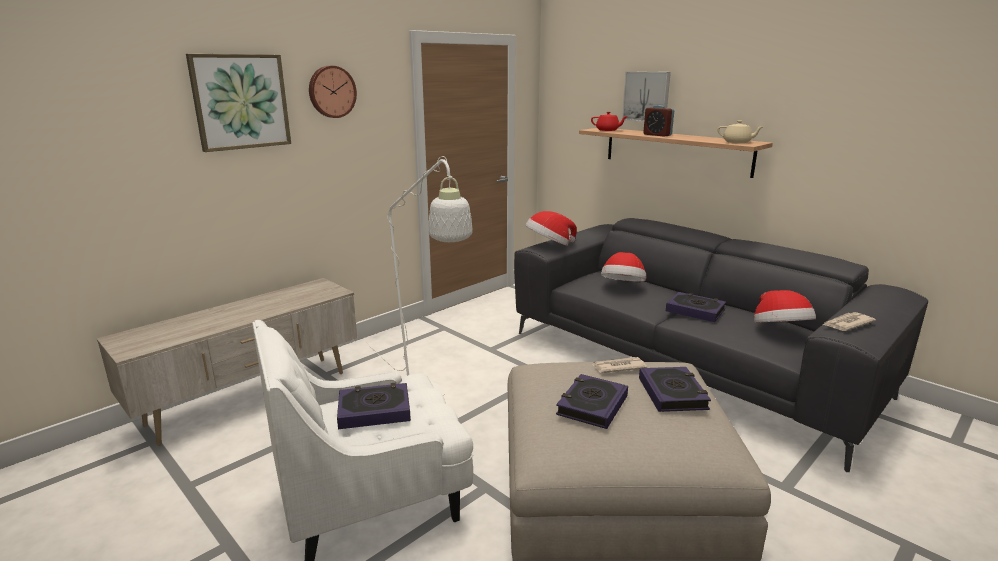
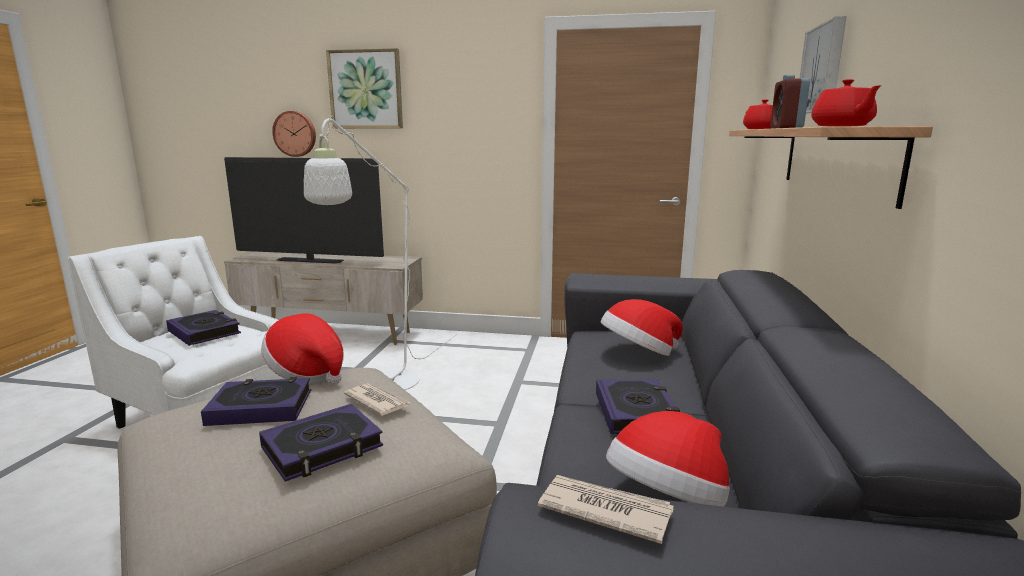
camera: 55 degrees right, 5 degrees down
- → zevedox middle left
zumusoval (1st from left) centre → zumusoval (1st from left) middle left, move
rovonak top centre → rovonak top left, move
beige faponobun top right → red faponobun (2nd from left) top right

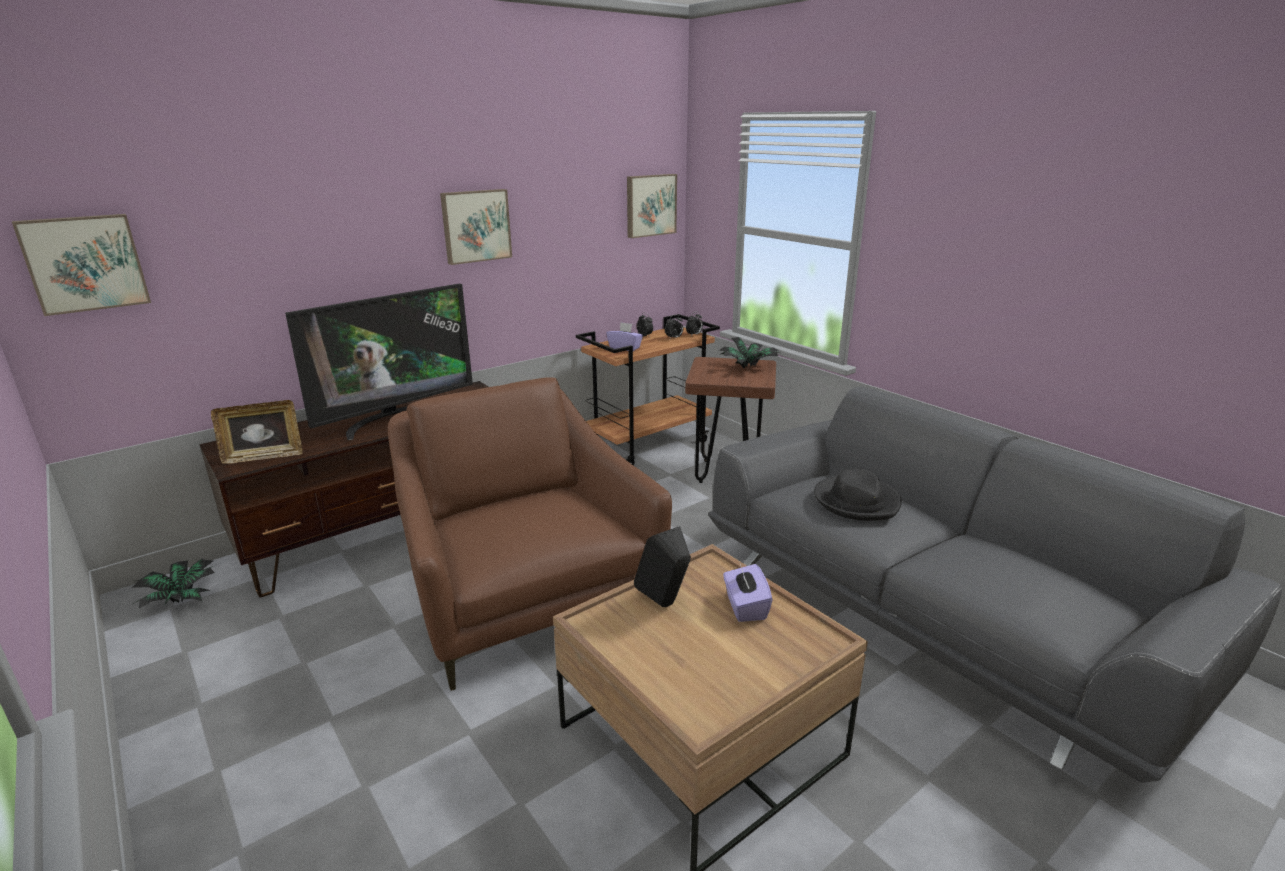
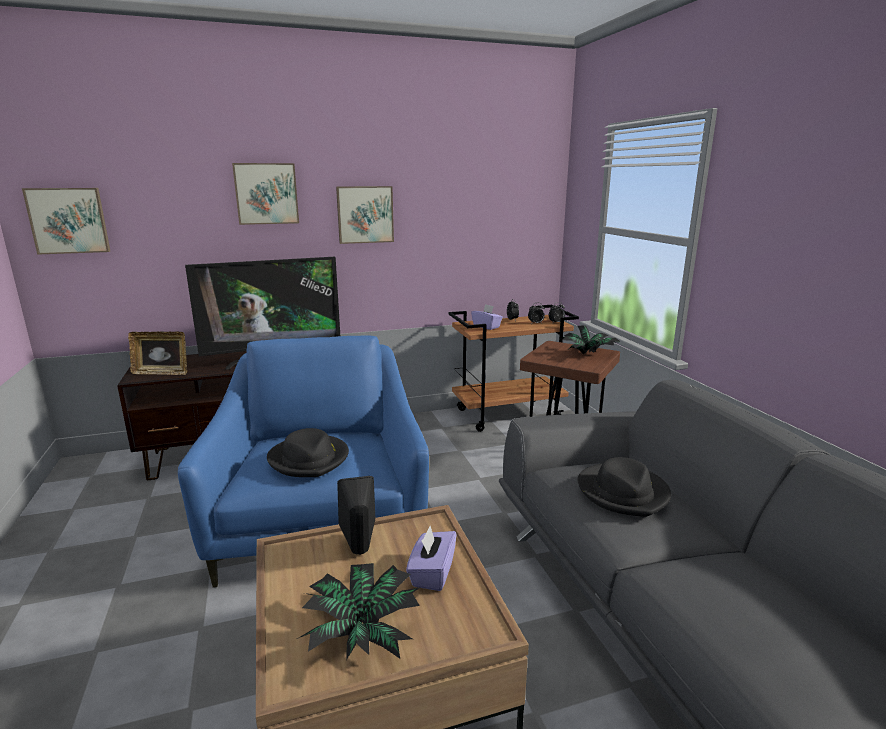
camera: 20 degrees right, 5 degrees down
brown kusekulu centre → blue kusekulu centre
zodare (3rd from left in the first image) top centre → zodare (2nd from left) top left, move
- → black zumusoval (1st from left) centre
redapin (1st from left) bottom left → redapin (1st from left) bottom centre, move

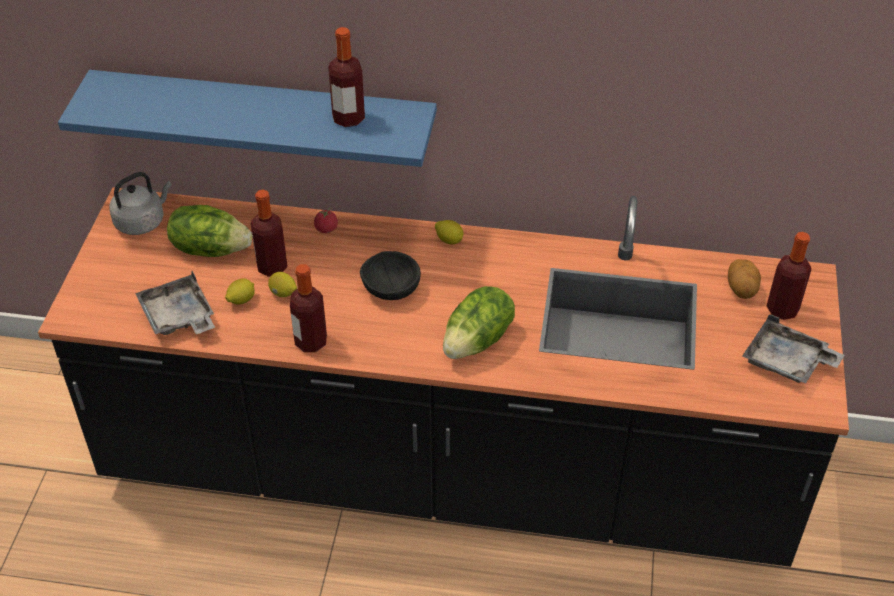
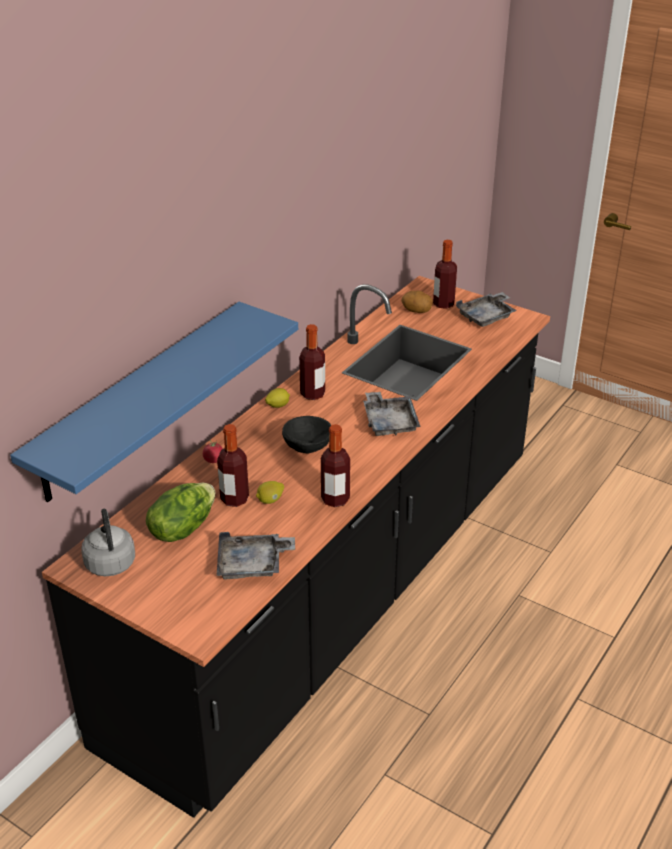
camera: 65 degrees left, 10 degrees down
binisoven (3rd from left in the first image) top centre → binisoven (2nd from left) centre, move
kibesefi (2nd from left) centre → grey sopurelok (2nd from left) centre
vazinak (1st from left) middle left → -

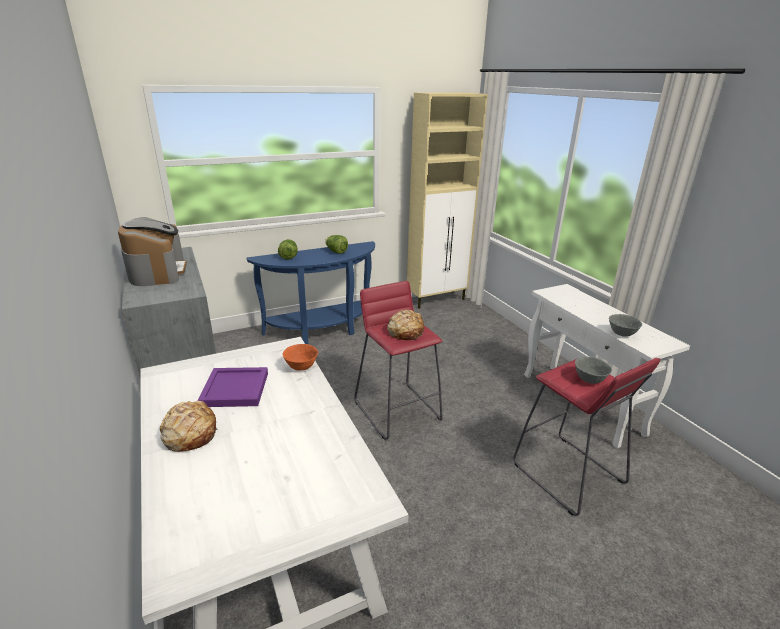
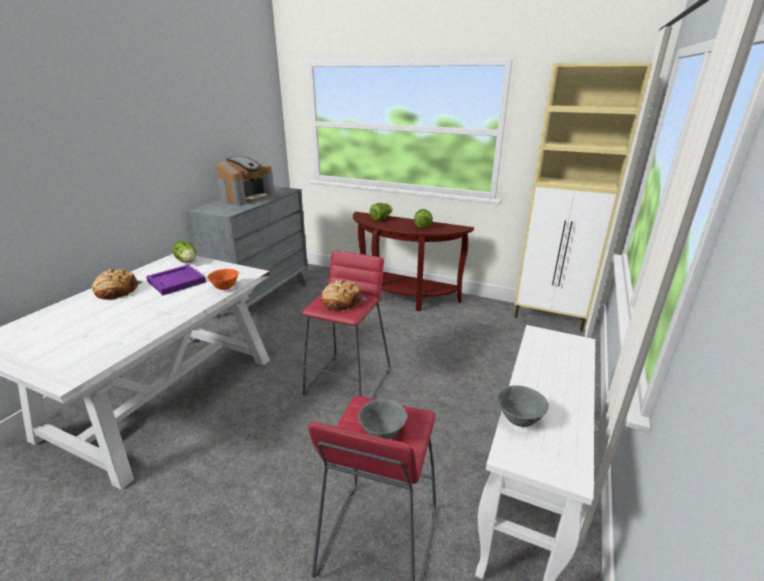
camera: 50 degrees right, 0 degrees up
- → kibesefi (1st from left) middle left
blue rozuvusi centre → brown rozuvusi centre

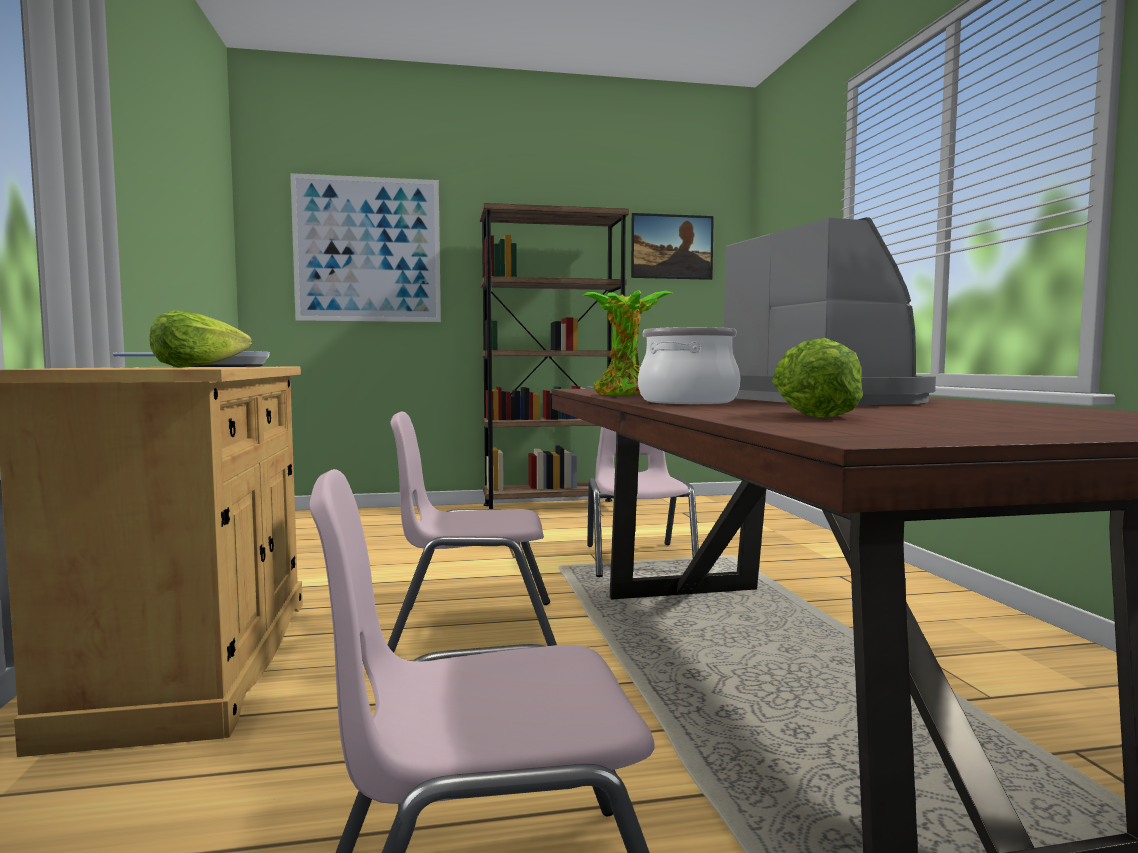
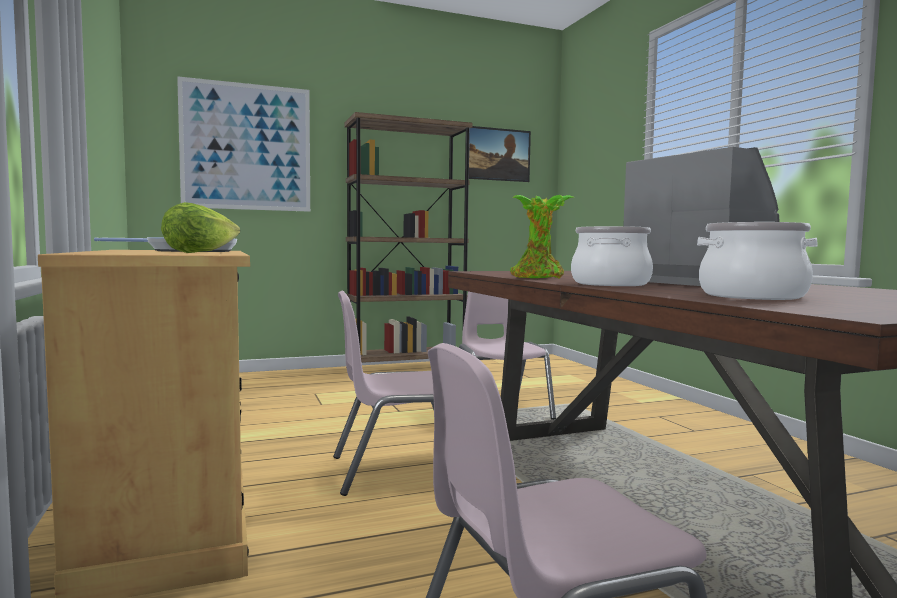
camera: 10 degrees left, 0 degrees up
kibesefi (2nd from left) middle right → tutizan (2nd from left) middle right

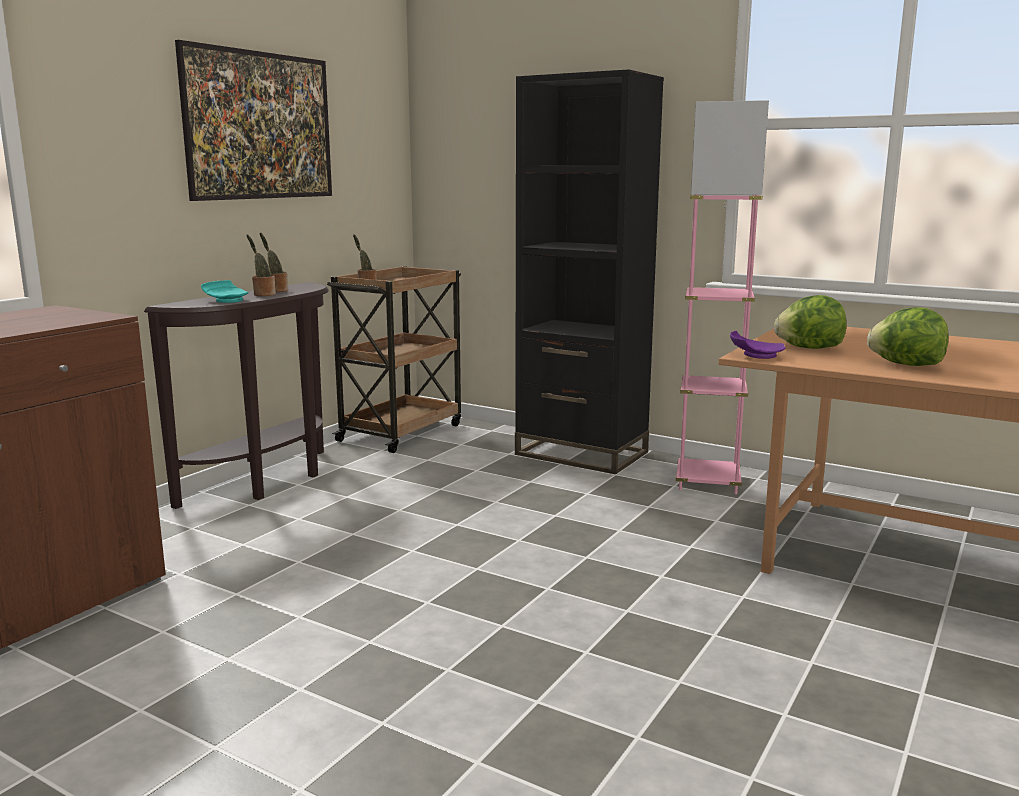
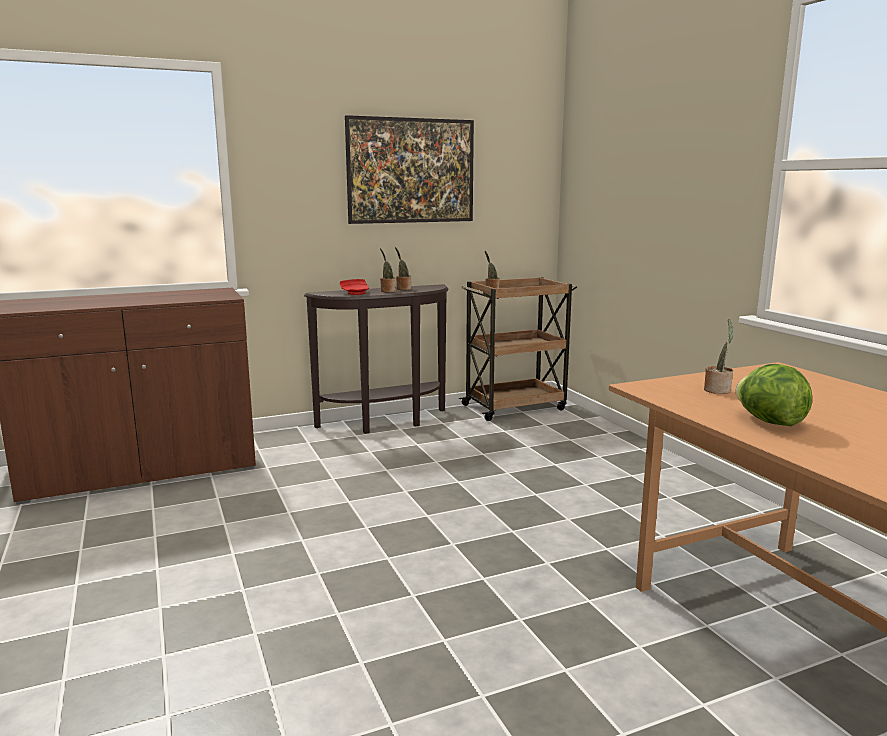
camera: 35 degrees right, 0 degrees up
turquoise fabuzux middle left → red fabuzux centre
kibesefi (1st from left) middle right → redapin (4th from left) middle right
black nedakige centre → -
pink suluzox middle right → -
purple fabuzux middle right → -

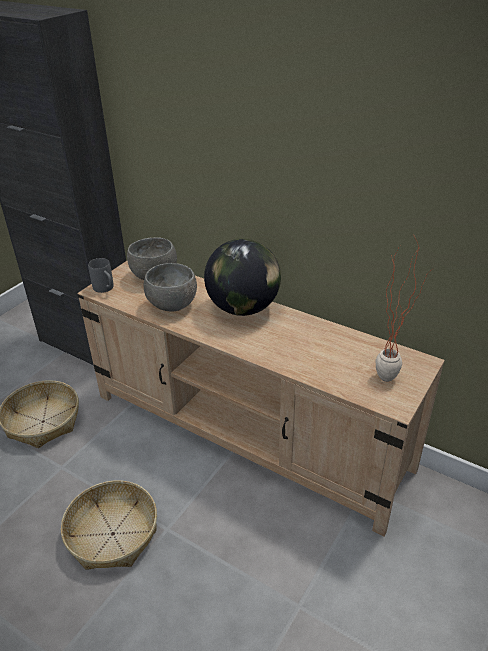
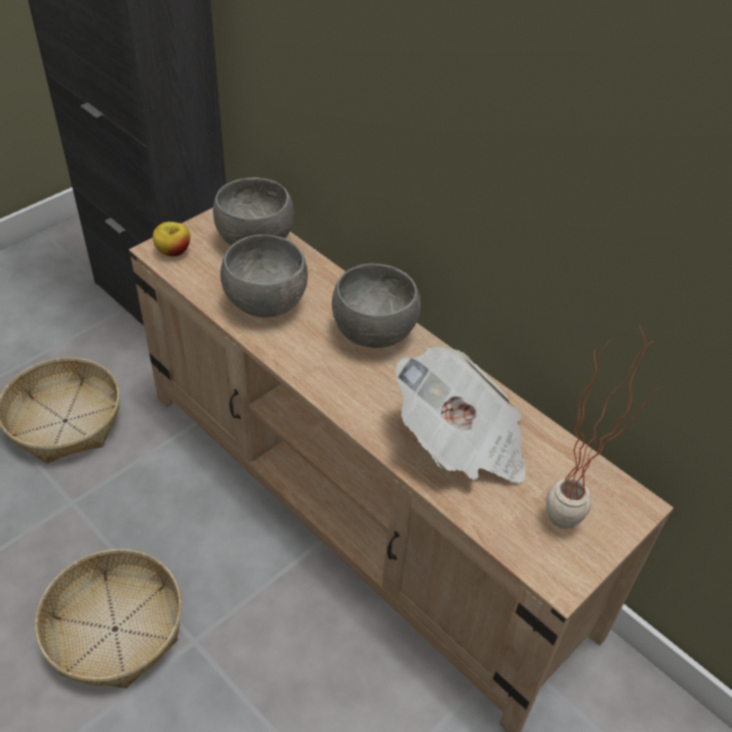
camera: 10 degrees right, 10 degrees up
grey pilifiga middle left → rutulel top left
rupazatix centre → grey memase (3rd from left) centre
- → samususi centre

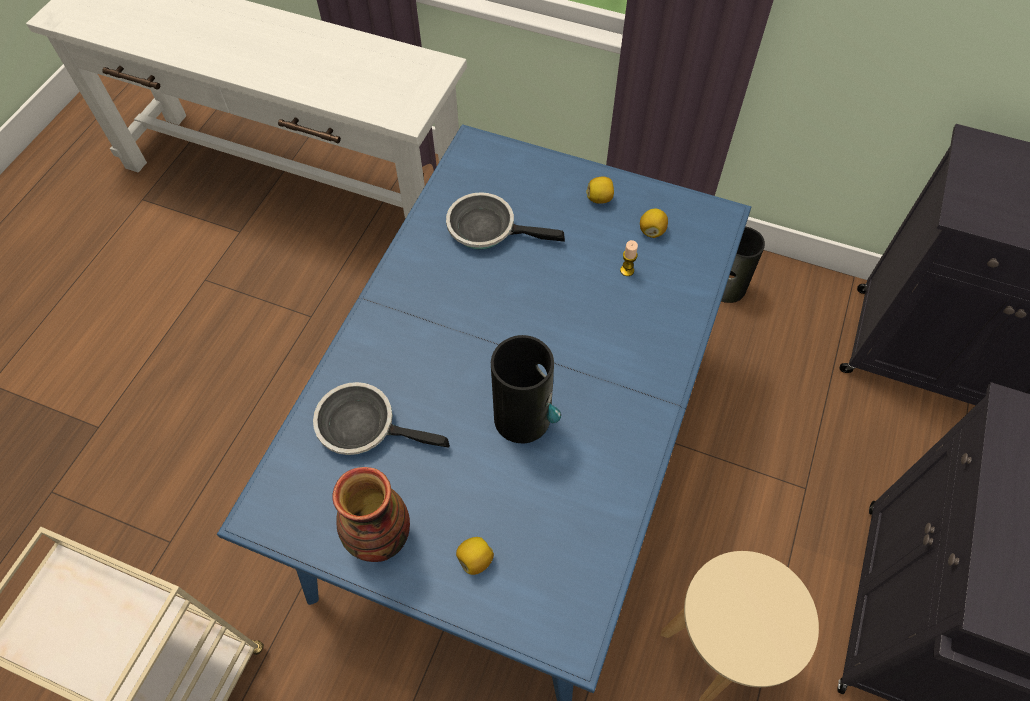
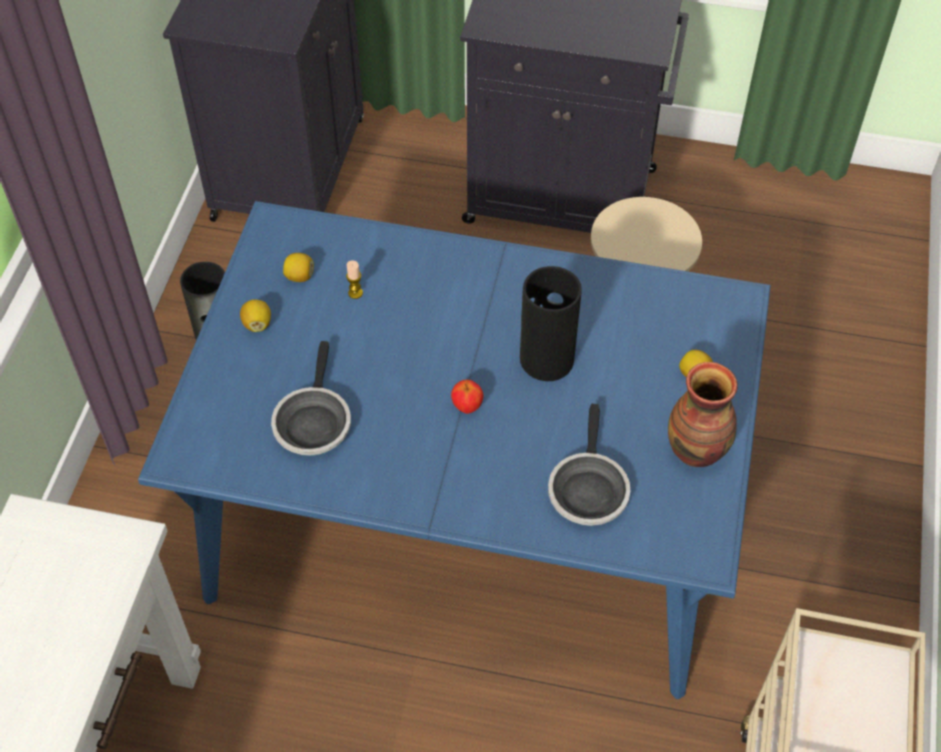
camera: 100 degrees left, 5 degrees down
- → rutulel centre

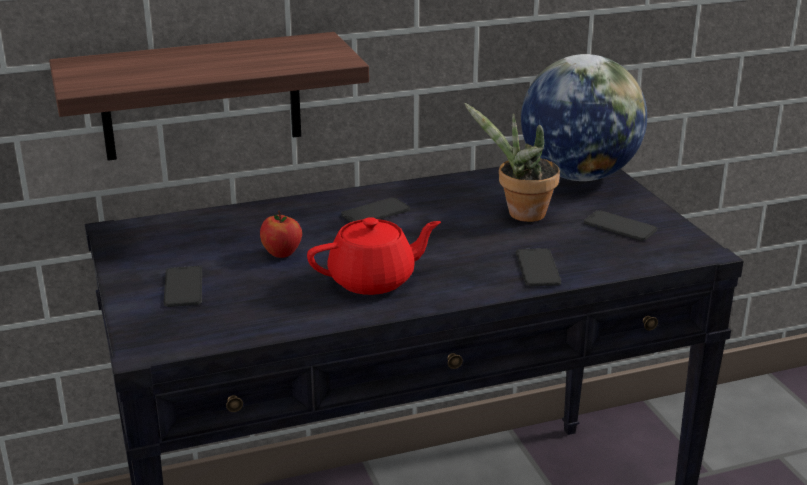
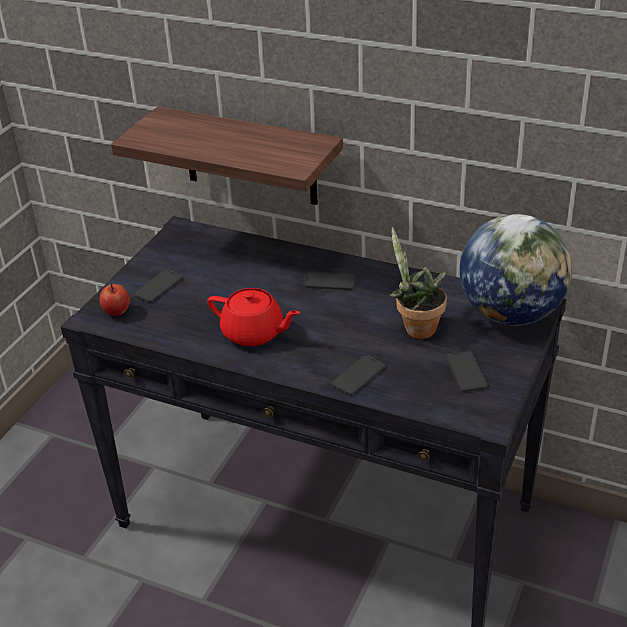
camera: 45 degrees right, 10 degrees up
rutulel centre → rutulel middle left, move

